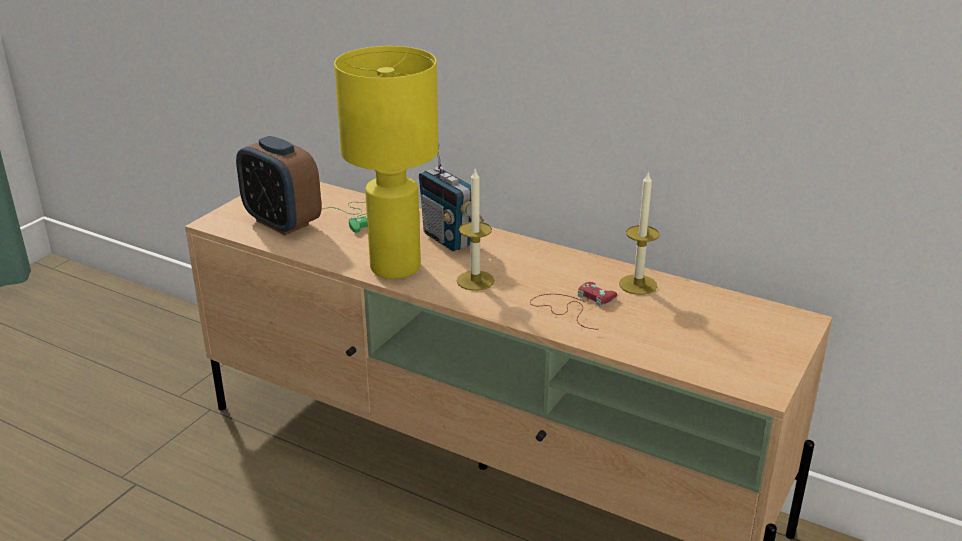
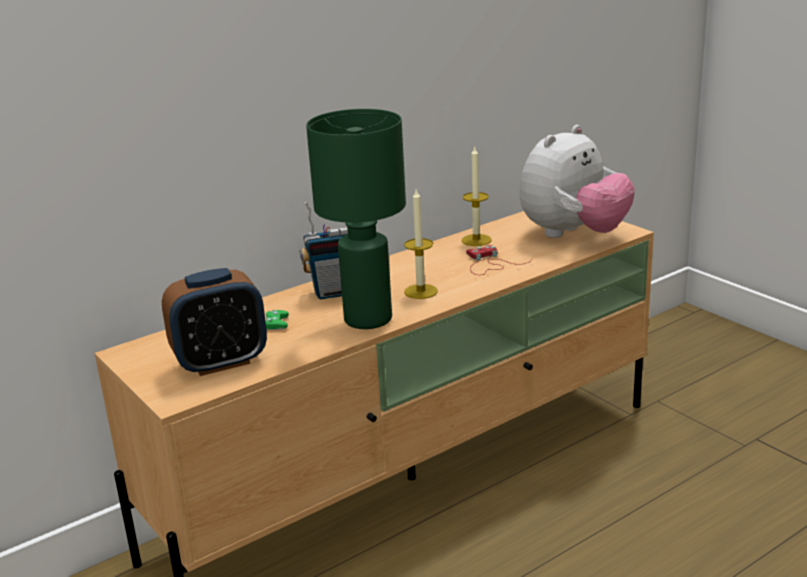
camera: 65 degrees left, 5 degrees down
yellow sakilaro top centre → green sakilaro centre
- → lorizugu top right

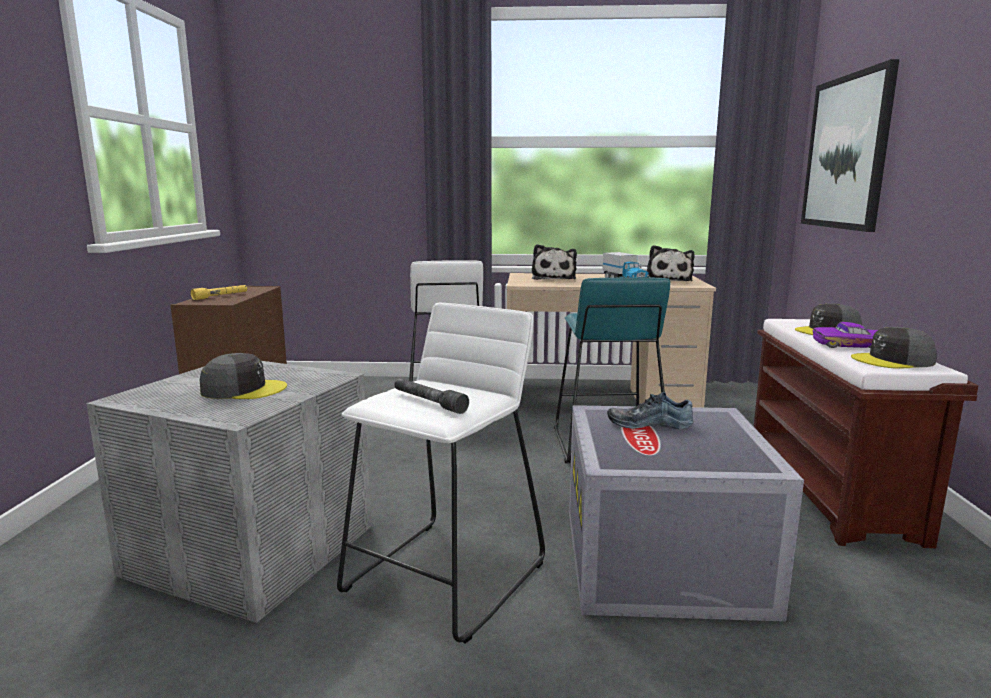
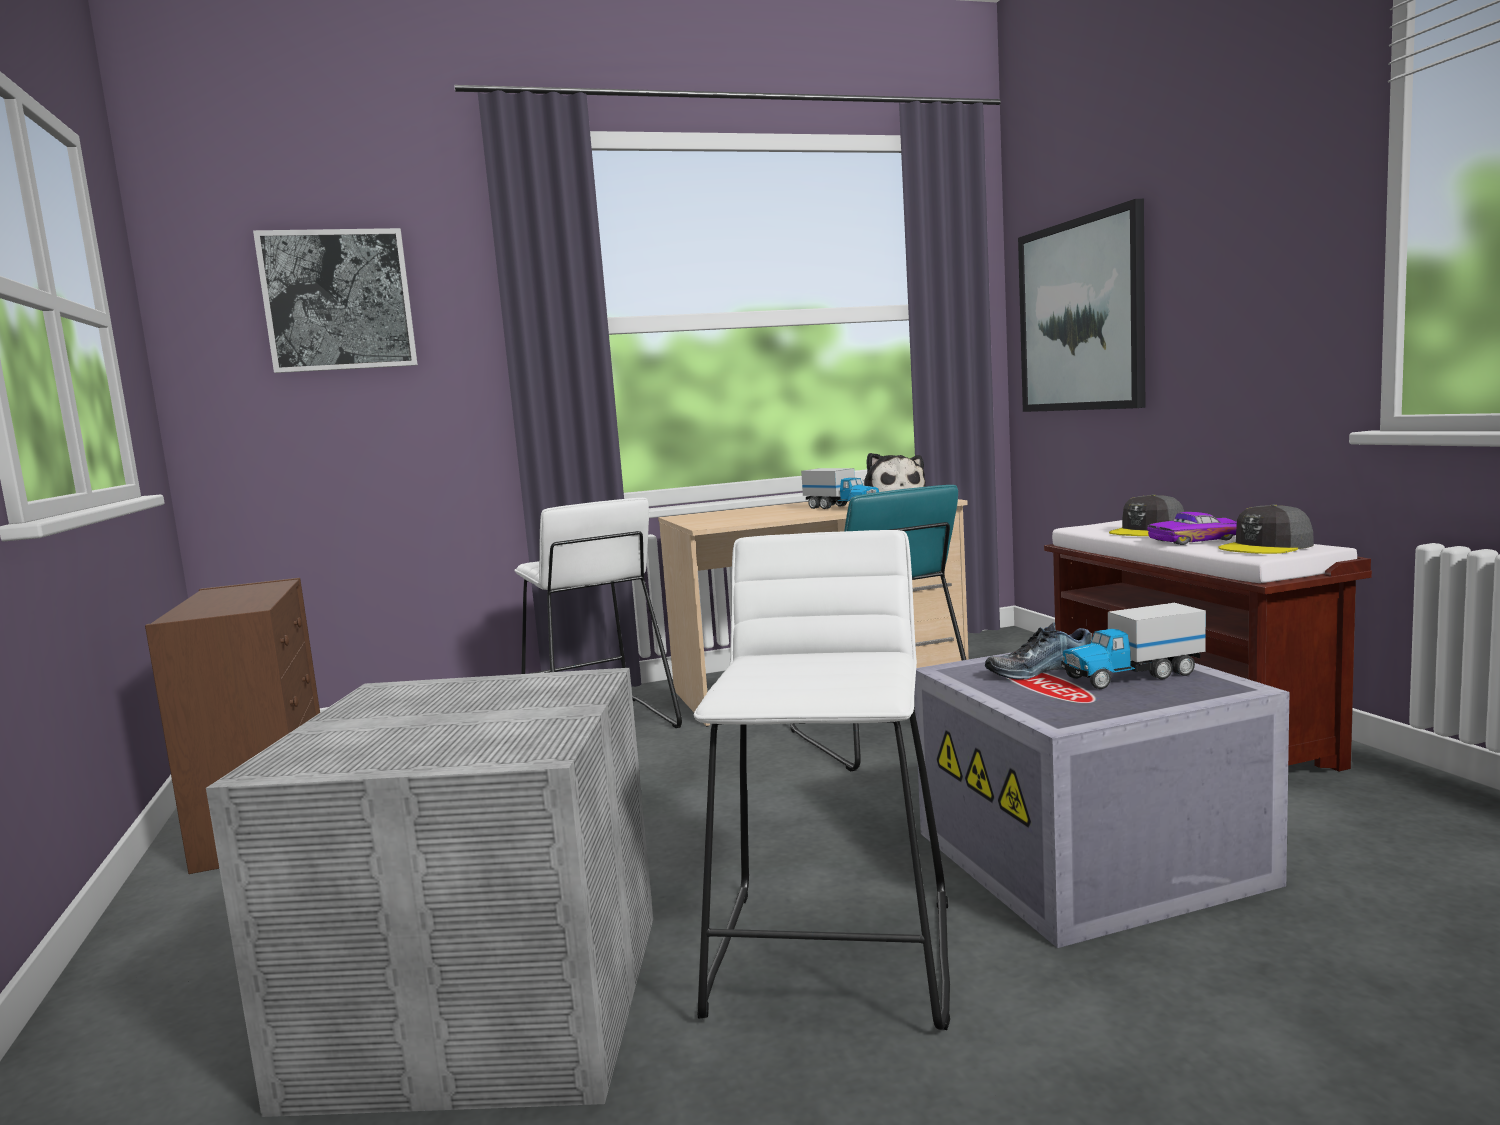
camera: 20 degrees left, 5 degrees down
- → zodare (1st from left) top left
- → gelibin (2nd from left) middle right
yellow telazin middle left → -
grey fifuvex (1st from left) middle left → -
grey telazin centre → -
lorizugu (1st from left) centre → -

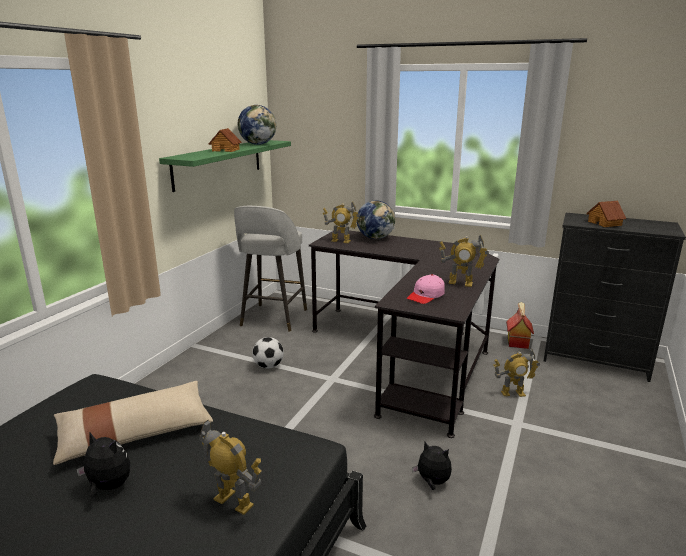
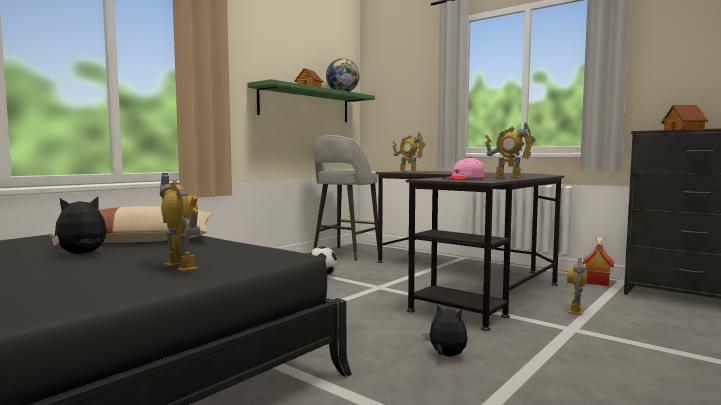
camera: 15 degrees right, 15 degrees down
lorizugu (1st from left) bottom left → lorizugu (1st from left) middle left, 75 degrees counterclockwise
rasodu (4th from left) bottom right, 105 degrees clockwise
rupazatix (2nd from left) centre → -

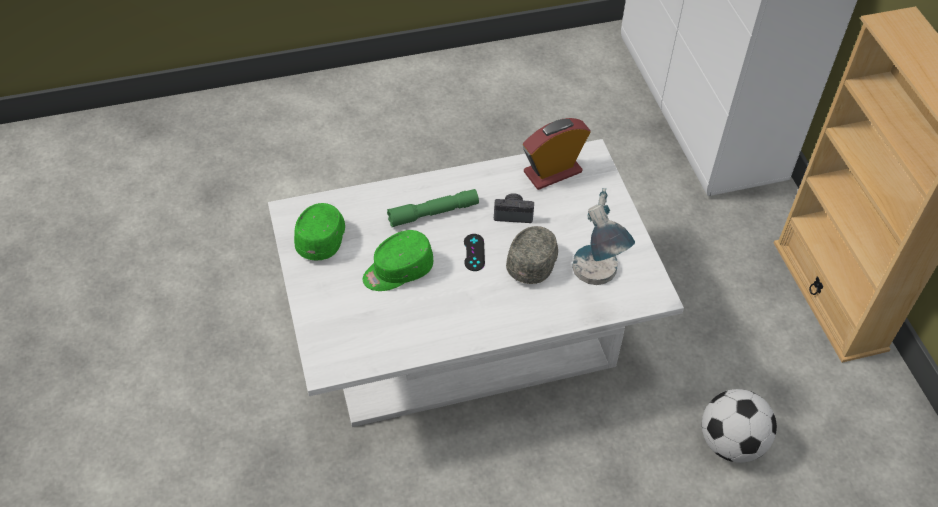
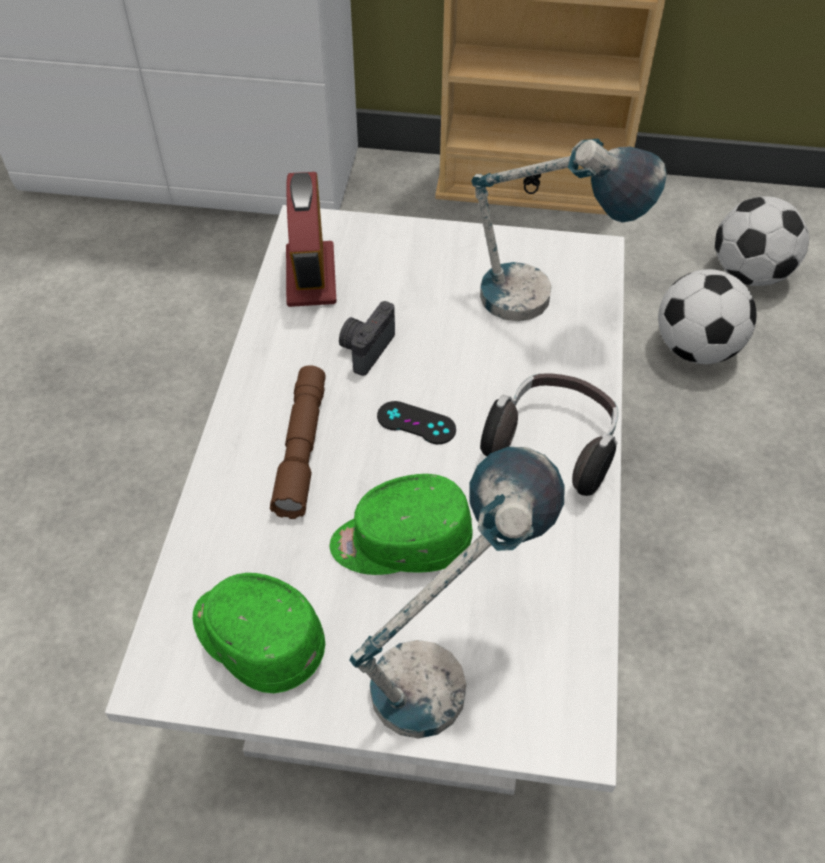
camera: 65 degrees left, 0 degrees up
green telazin centre → brown telazin centre
green fifuvex (2nd from left) centre, 90 degrees clockwise
- → sakilaro (1st from left) bottom centre
- → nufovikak centre
- → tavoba (2nd from left) top right
grey fifuvex centre → -

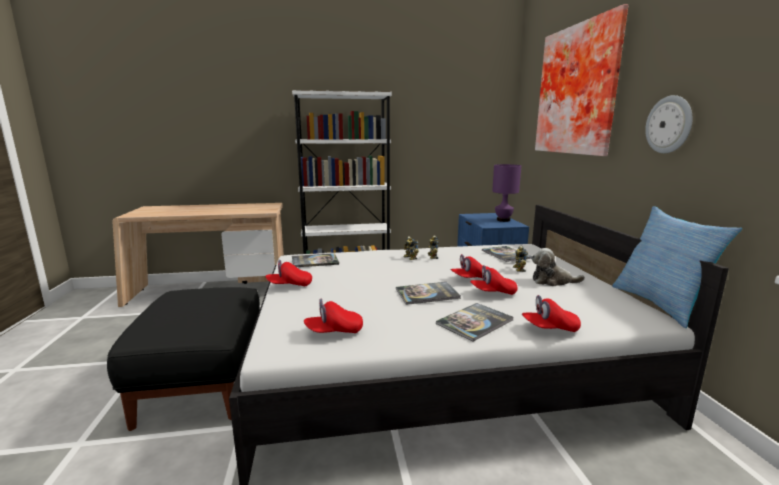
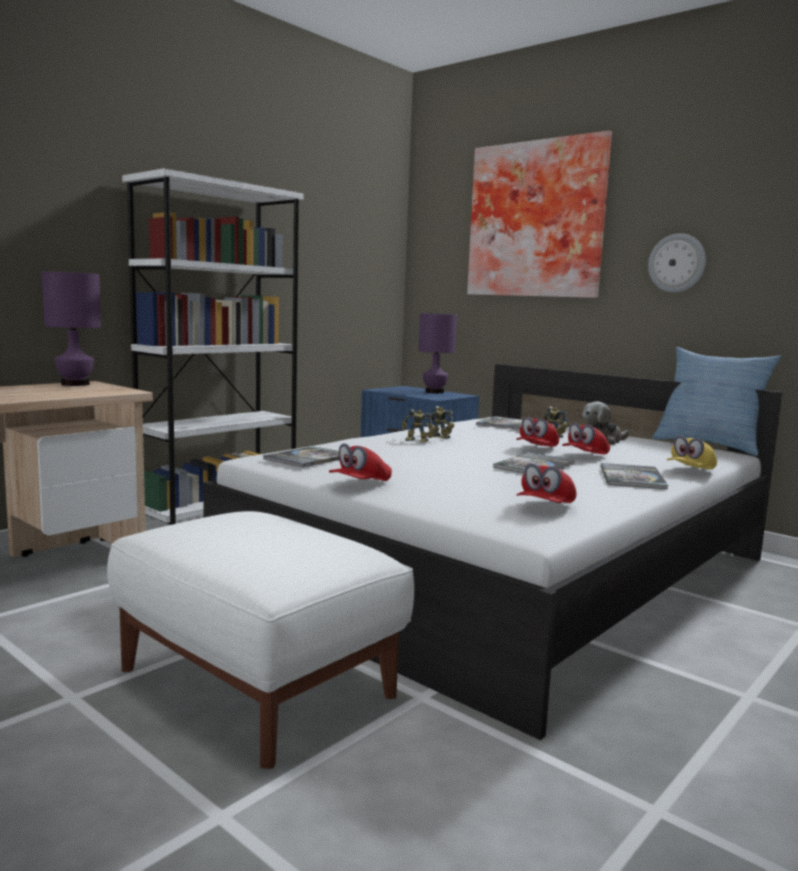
camera: 40 degrees left, 5 degrees down
- → purple sakilaro (1st from left) middle left
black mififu bottom left → white mififu bottom left
red fifuvex (5th from left) middle right → yellow fifuvex middle right

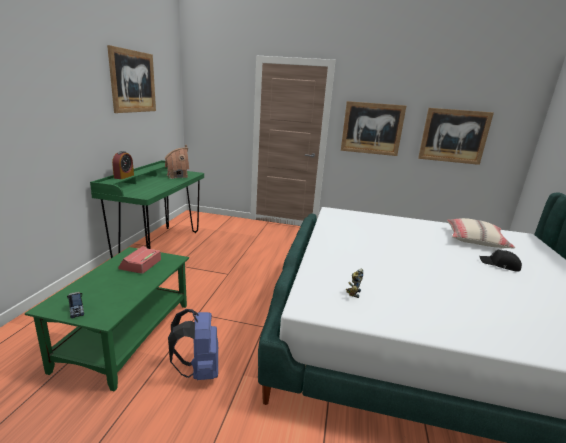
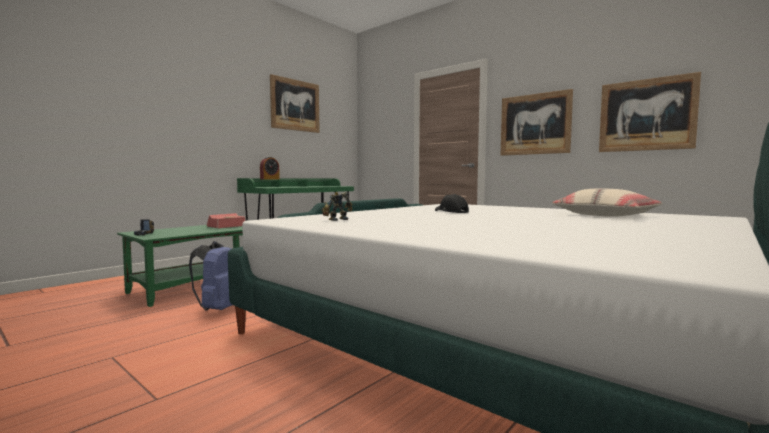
camera: 30 degrees right, 15 degrees down
black fifuvex middle right → black fifuvex centre, move
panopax middle left → -

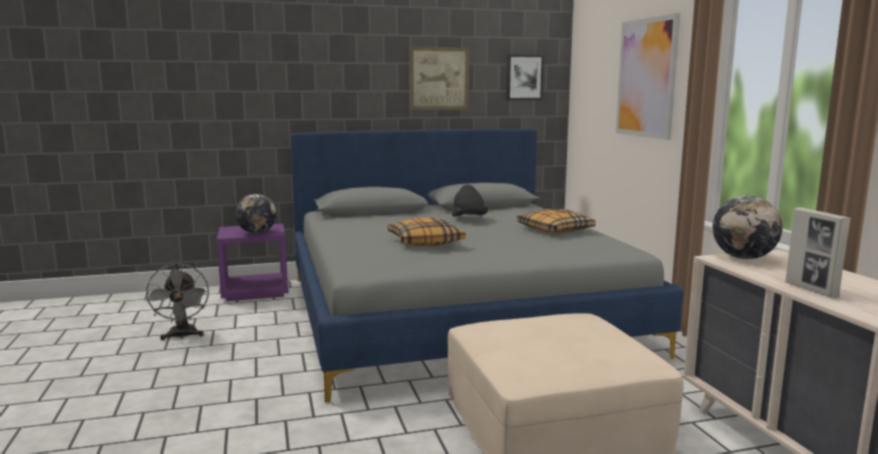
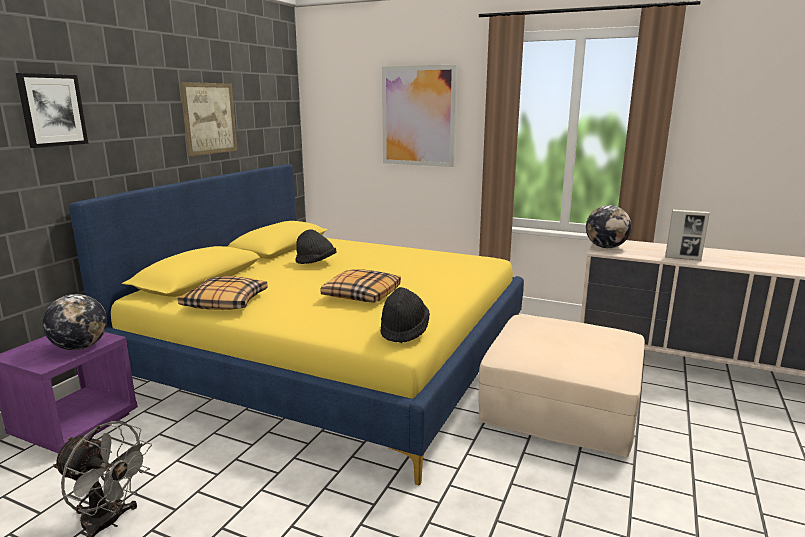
camera: 50 degrees left, 5 degrees up
zodare (2nd from left in the first image) top centre → zodare (1st from left) top left, move
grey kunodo centre → yellow kunodo centre
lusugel (2nd from left in the first image) centre → lusugel (1st from left) middle left, move
- → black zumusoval (2nd from left) centre

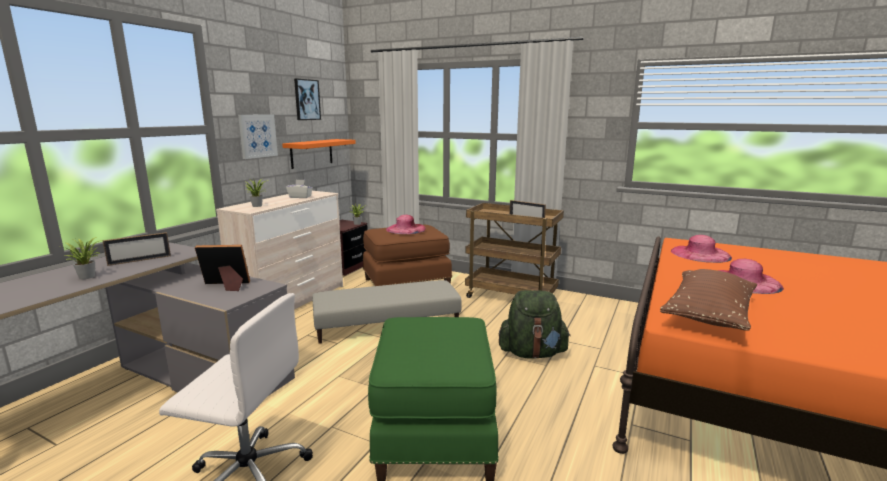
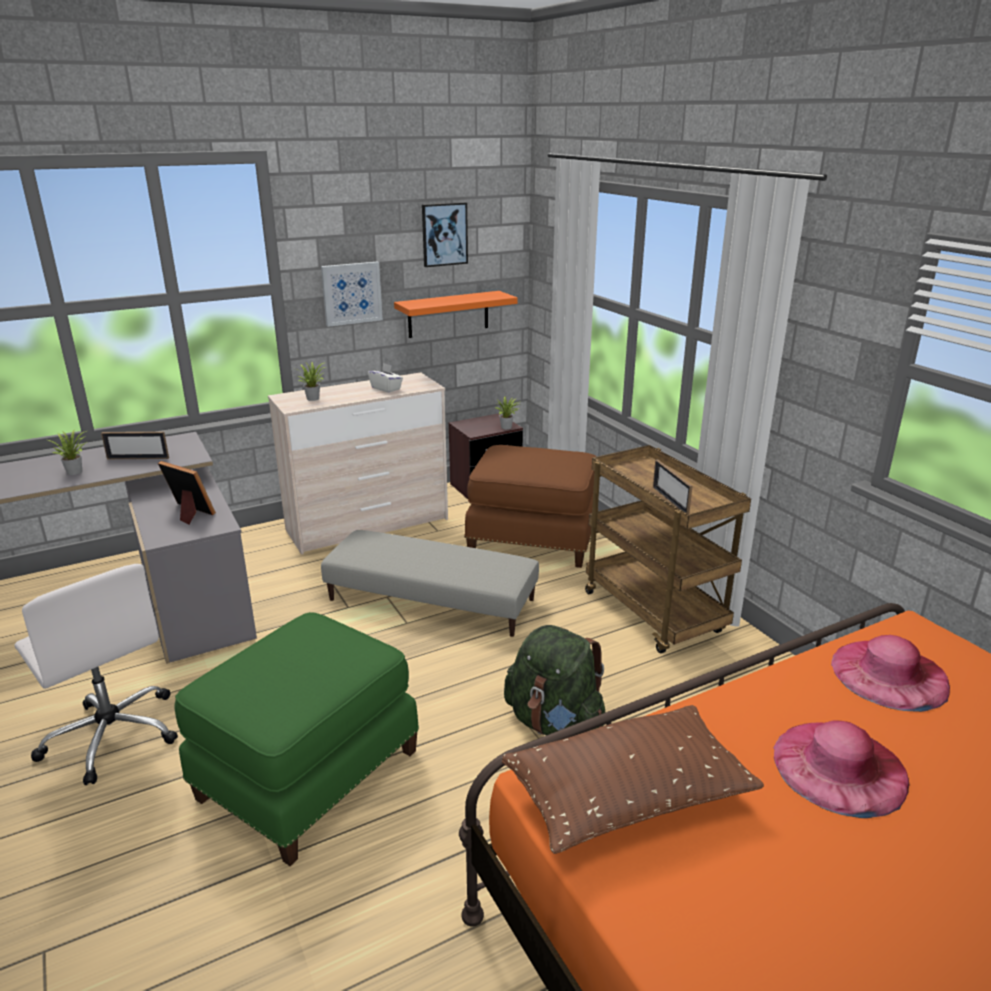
camera: 35 degrees right, 10 degrees up
pink zumusoval (1st from left) centre → -

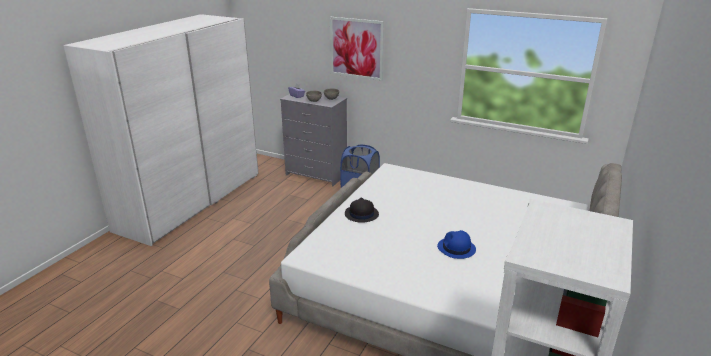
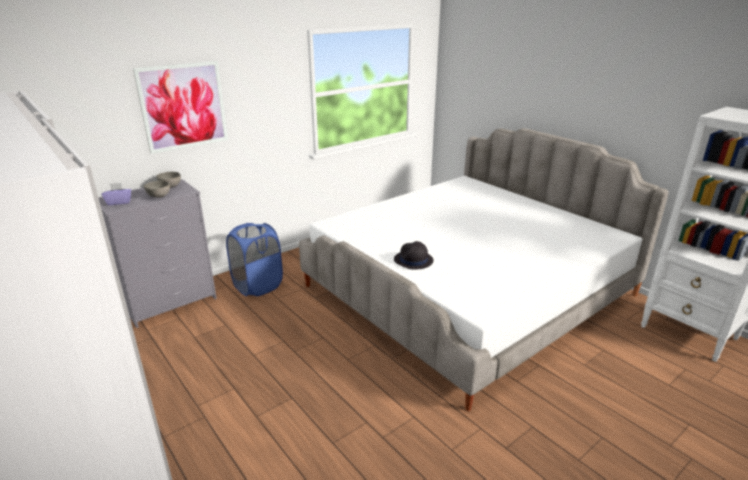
camera: 65 degrees left, 0 degrees up
blue zumusoval bottom centre → -

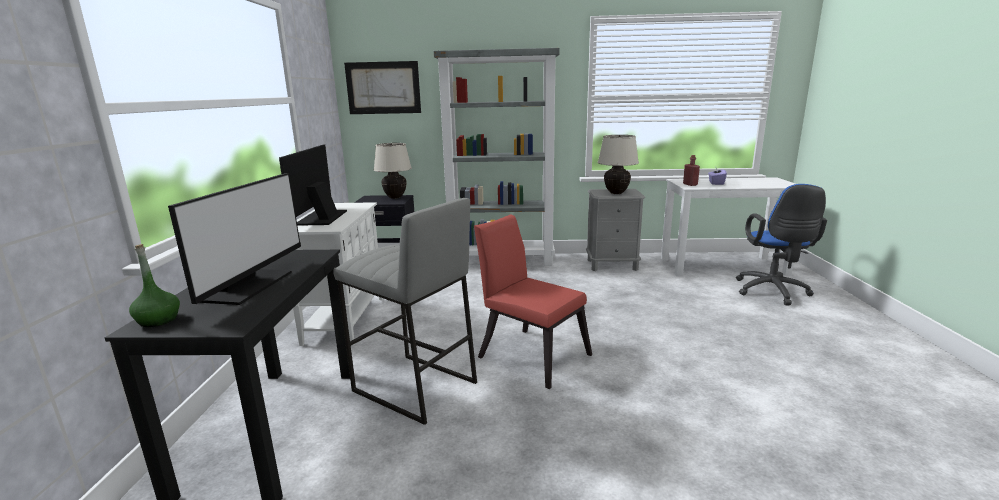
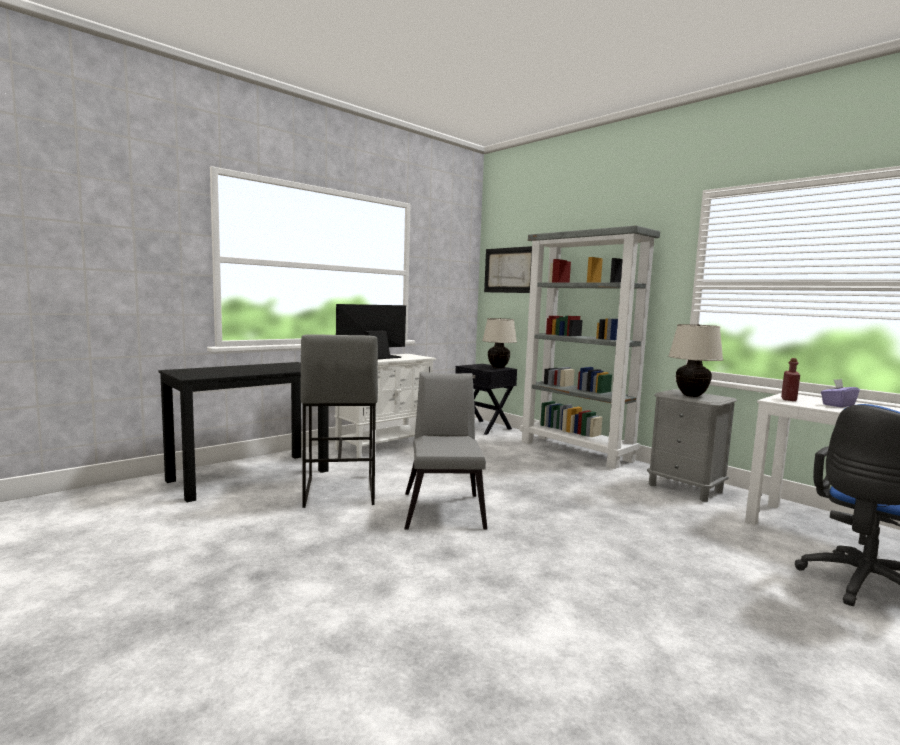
camera: 45 degrees right, 10 degrees down
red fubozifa centre → grey fubozifa centre
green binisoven middle left → -
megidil (1st from left) middle left → -

